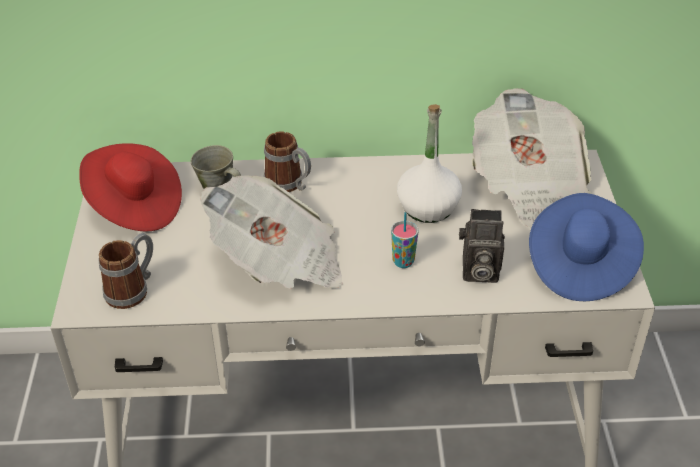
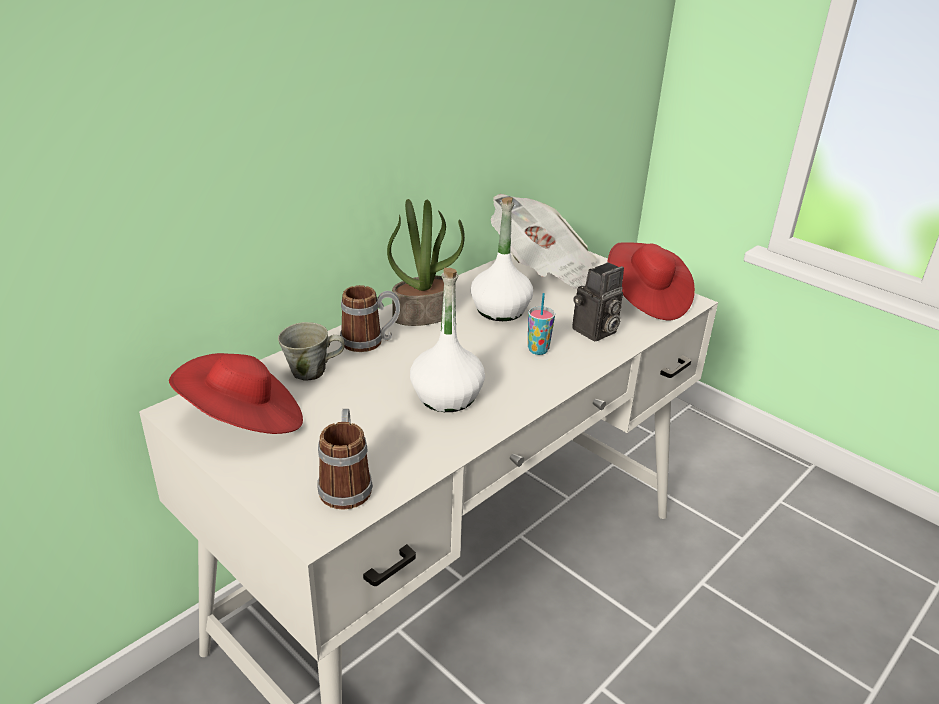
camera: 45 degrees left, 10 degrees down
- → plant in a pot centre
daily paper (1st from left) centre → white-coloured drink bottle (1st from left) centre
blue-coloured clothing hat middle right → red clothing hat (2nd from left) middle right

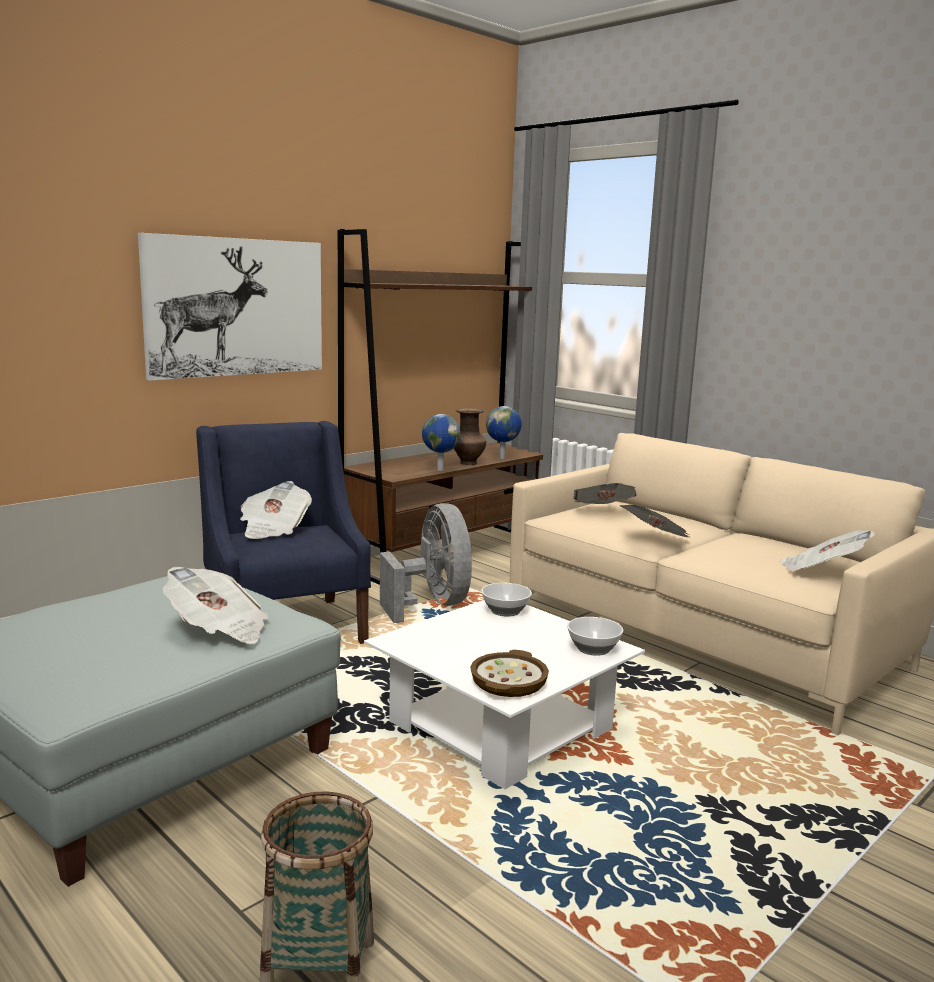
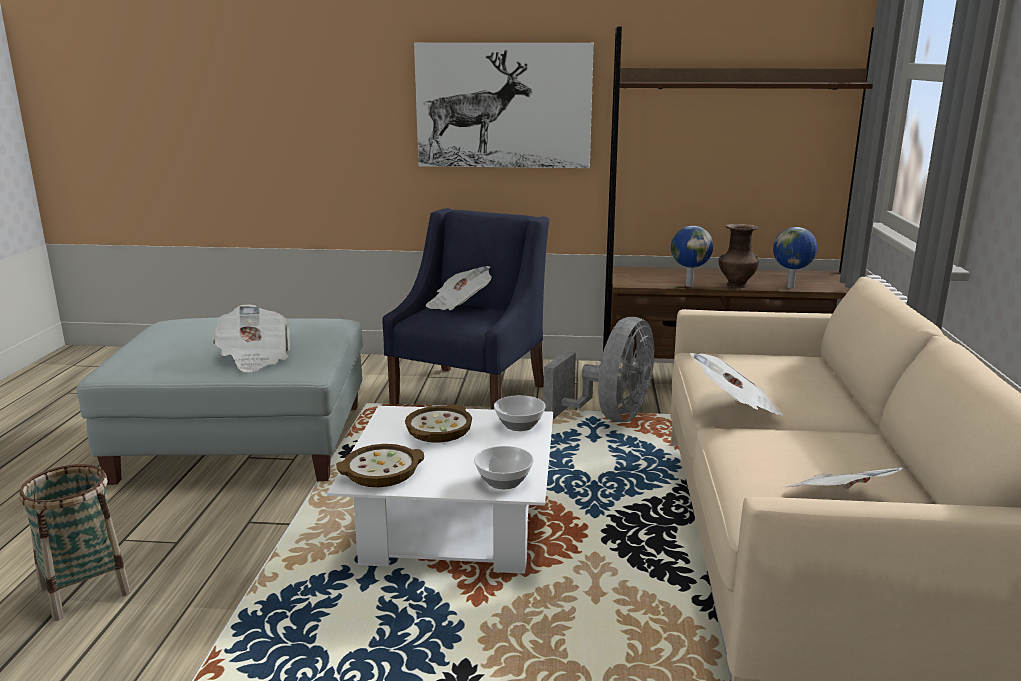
camera: 50 degrees right, 5 degrees up
daily paper (3rd from left) centre → -
- → bowl (2nd from left) centre

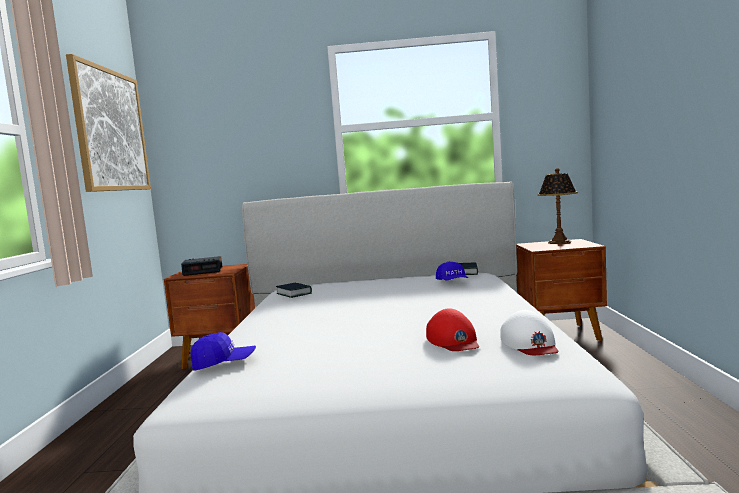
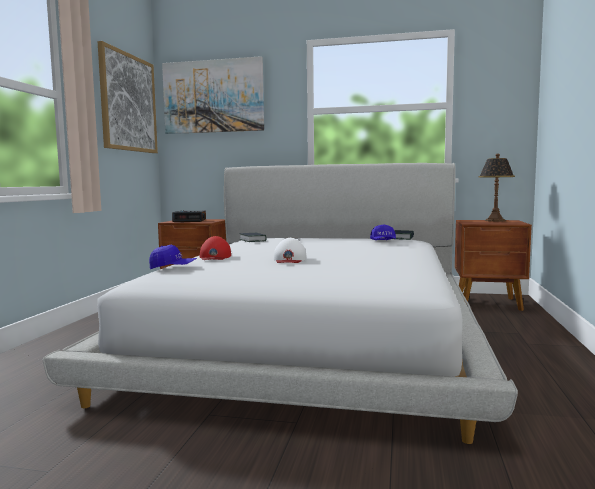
camera: 10 degrees right, 0 degrees up
- → wall art (2nd from left) top centre
red cap bottom centre → red cap centre, move
white-coloured cap bottom right → white-coloured cap centre, move

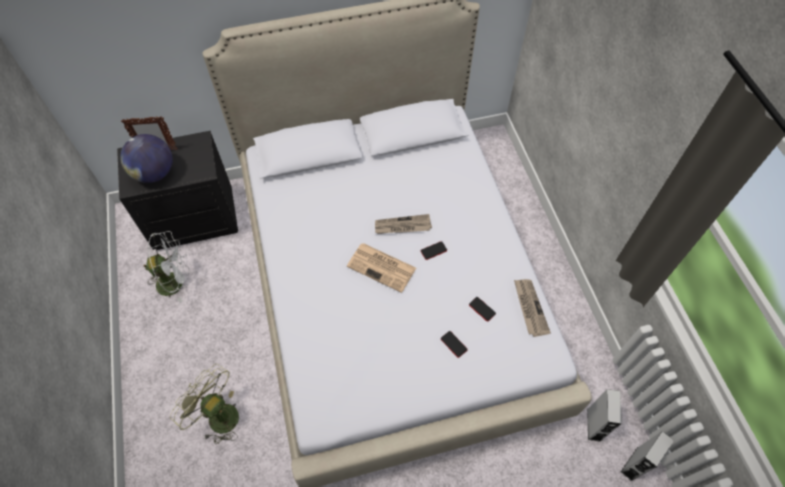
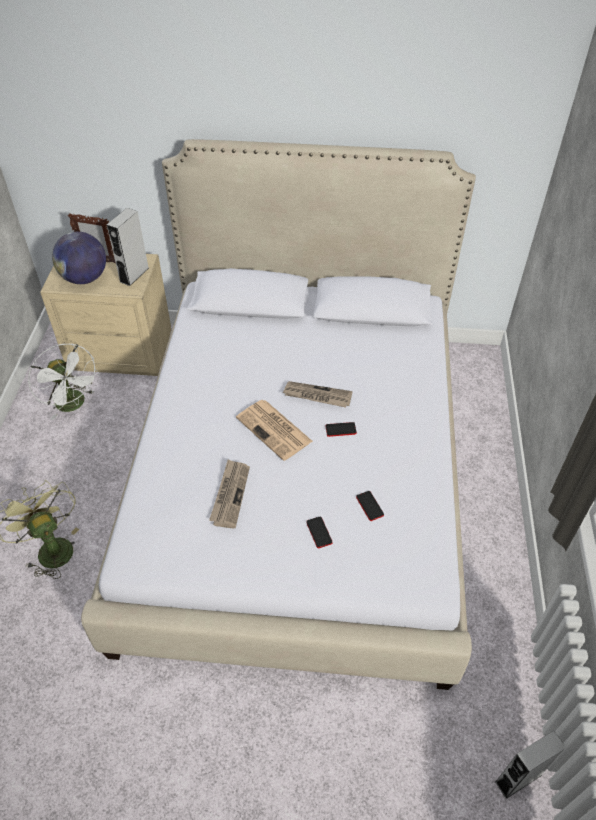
camera: 20 degrees right, 10 degrees down
daily paper (3rd from left in the first image) middle right → daily paper (1st from left) centre, move
gray audio speaker (1st from left) bottom right → gray audio speaker (1st from left) top left, move
black bedside table middle left → sand-coloured bedside table middle left
white-coloured cooling fan middle left, 45 degrees clockwise

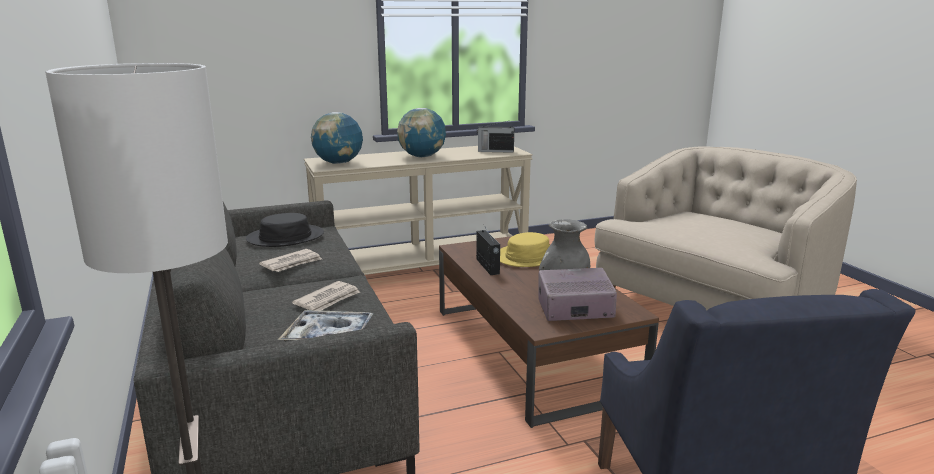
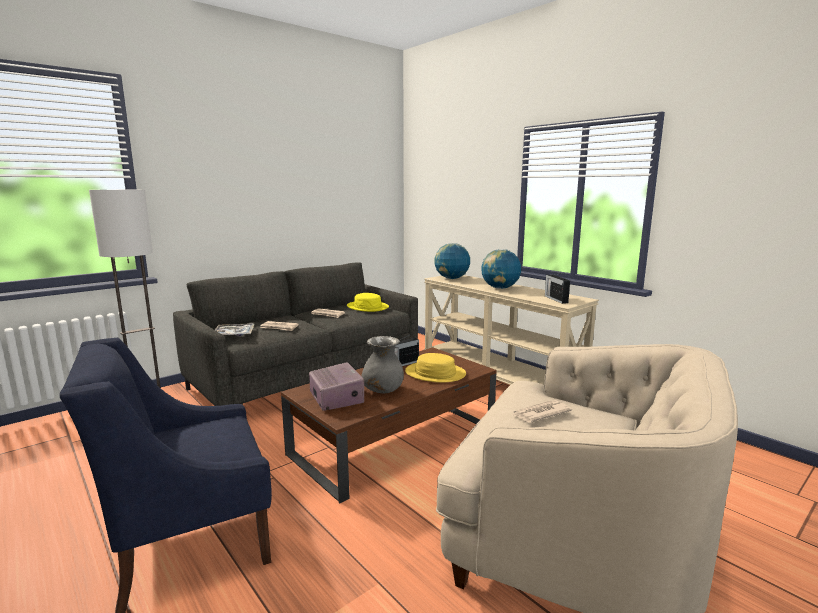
camera: 70 degrees right, 5 degrees down
- → daily paper (3rd from left) bottom centre
black clothing hat middle left → yellow clothing hat (1st from left) centre

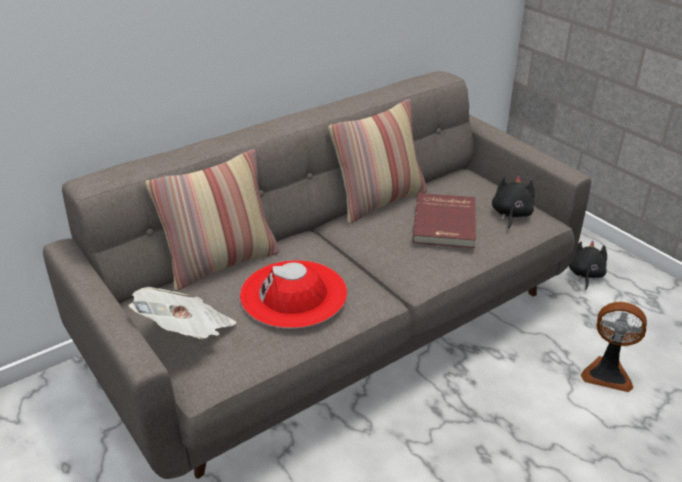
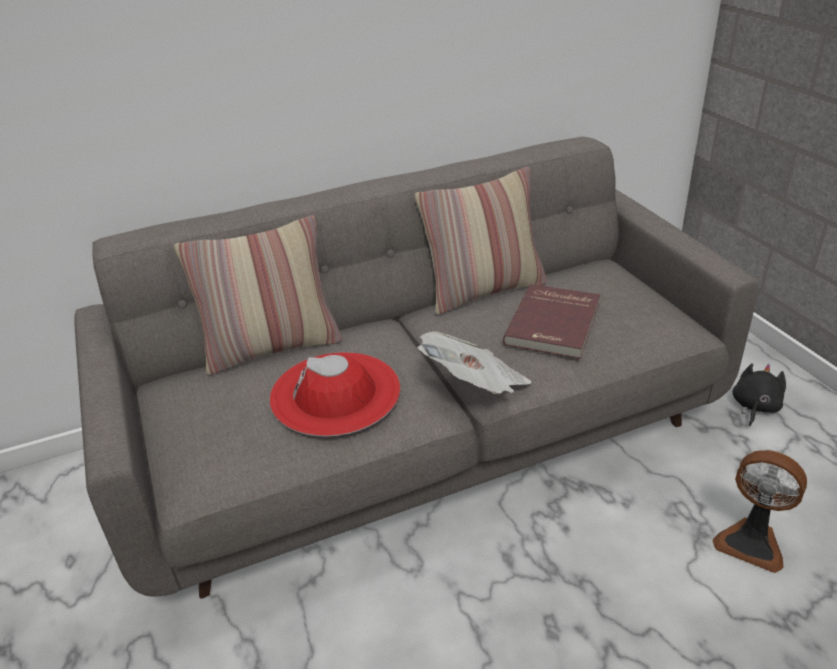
camera: 15 degrees right, 0 degrees up
black cuddly toy (1st from left) middle right → -
daily paper middle left → daily paper centre, move

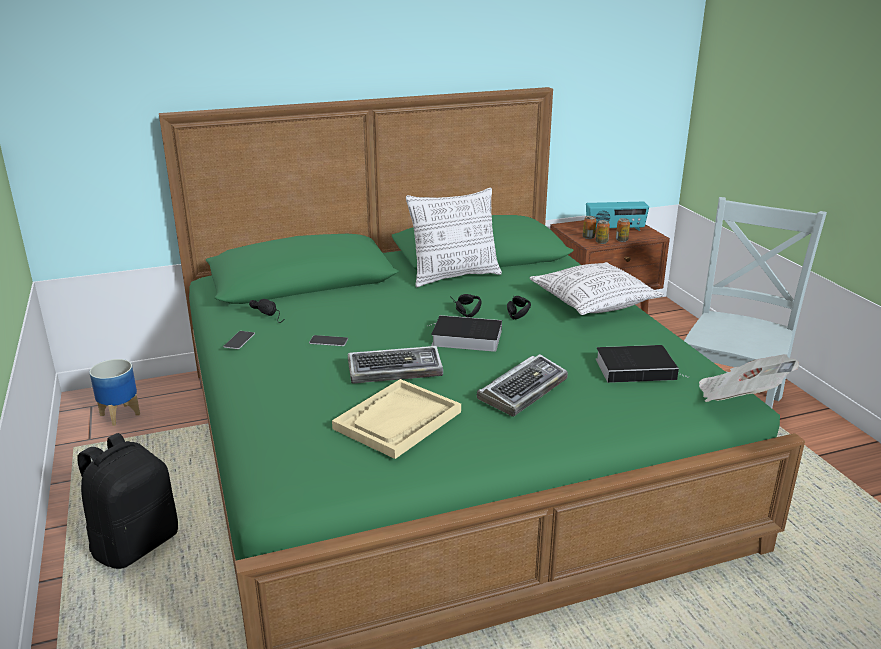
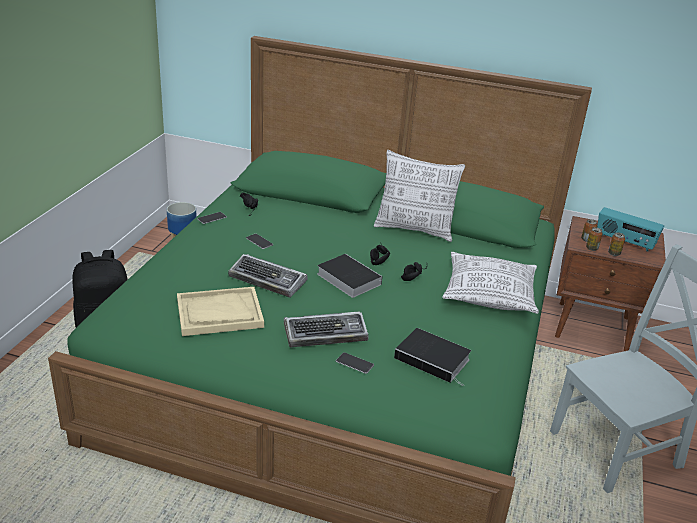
camera: 35 degrees right, 5 degrees up
daily paper middle right → -
- → handset (3rd from left) bottom centre

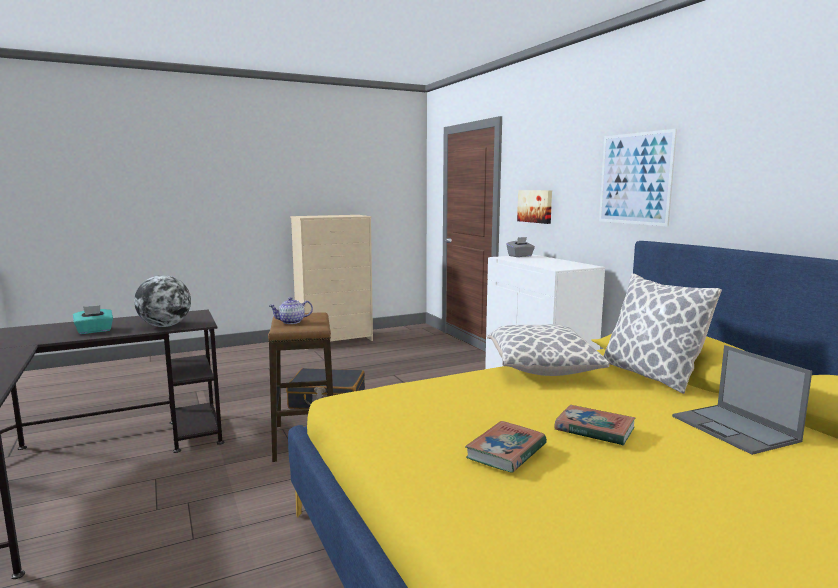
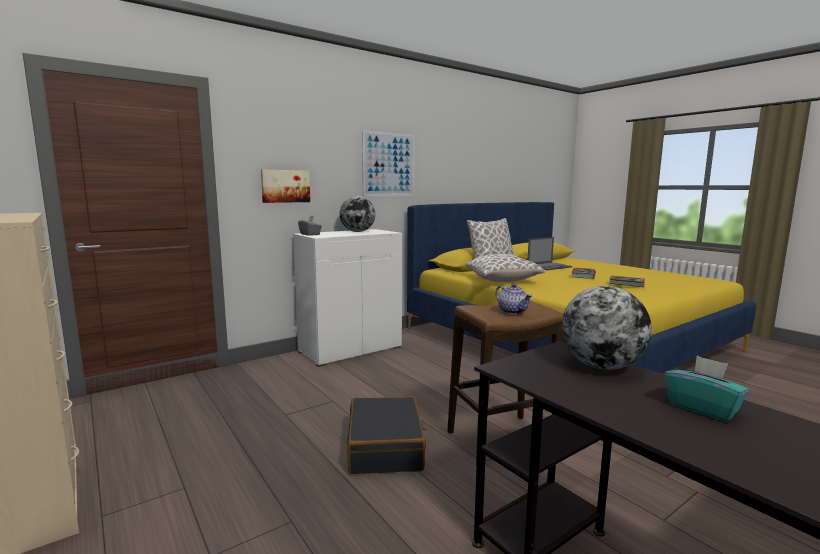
camera: 100 degrees left, 0 degrees up
- → world globe (1st from left) centre

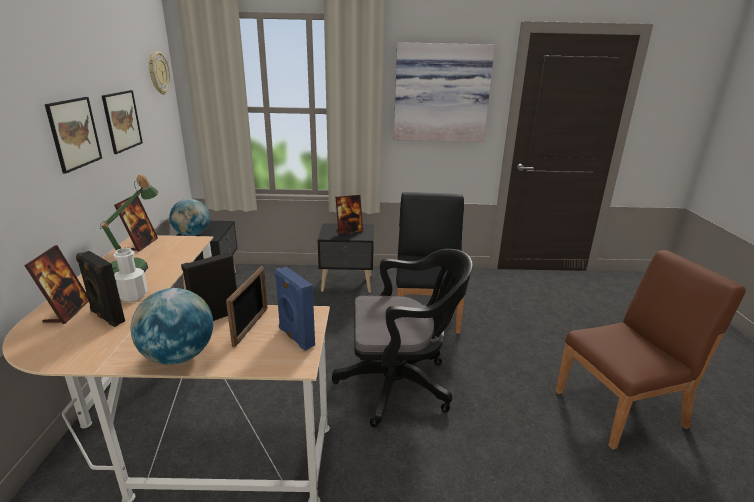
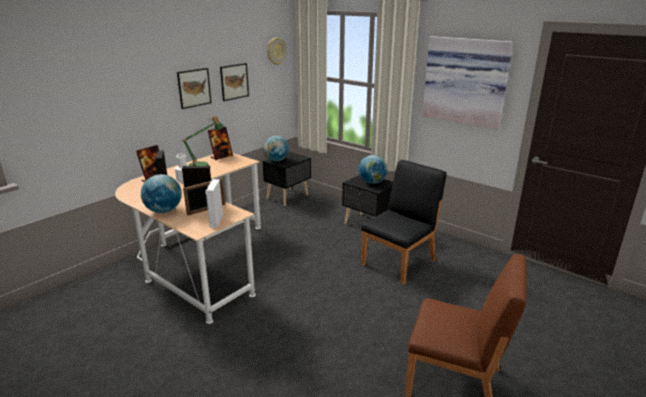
camera: 40 degrees right, 0 degrees up
black office chair bottom centre → -
picture frame (4th from left) centre → world globe (3rd from left) centre
blue-coloured audio speaker centre → white-coloured audio speaker middle left

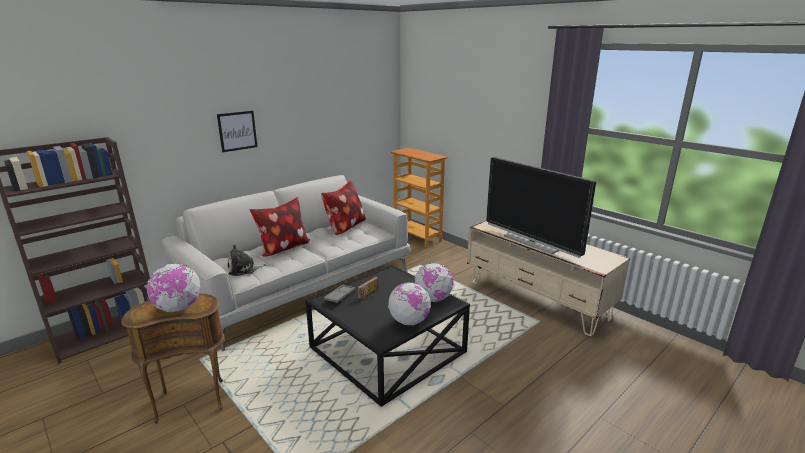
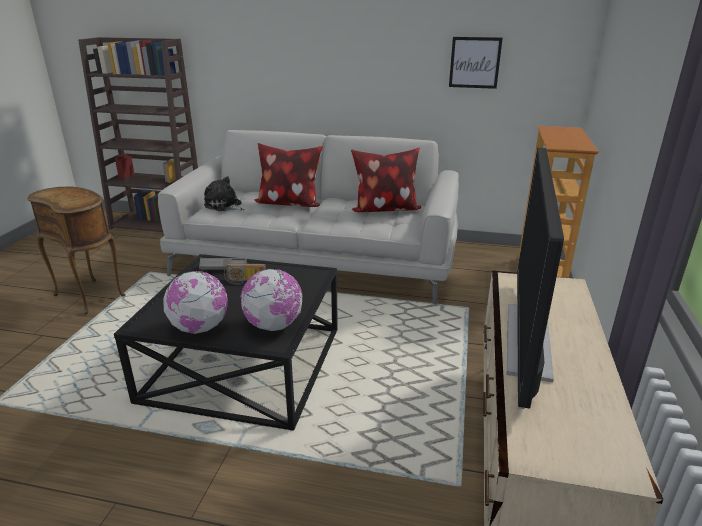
camera: 55 degrees right, 5 degrees up
world globe (1st from left) middle left → -
wall art top left → wall art top right, move

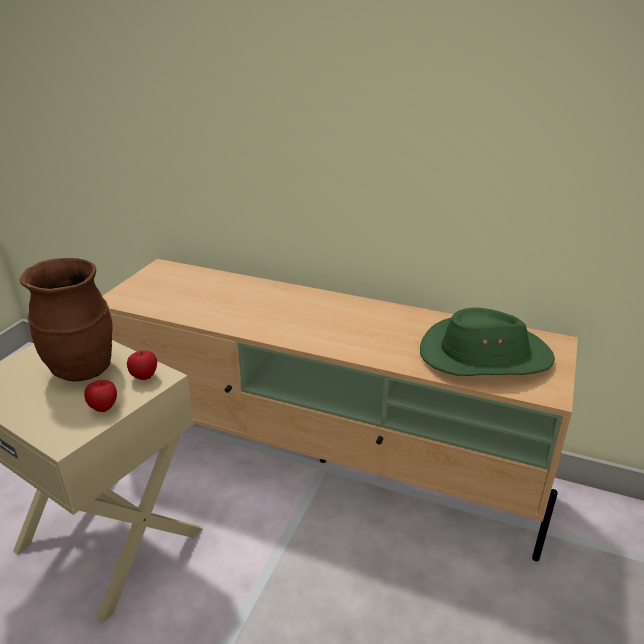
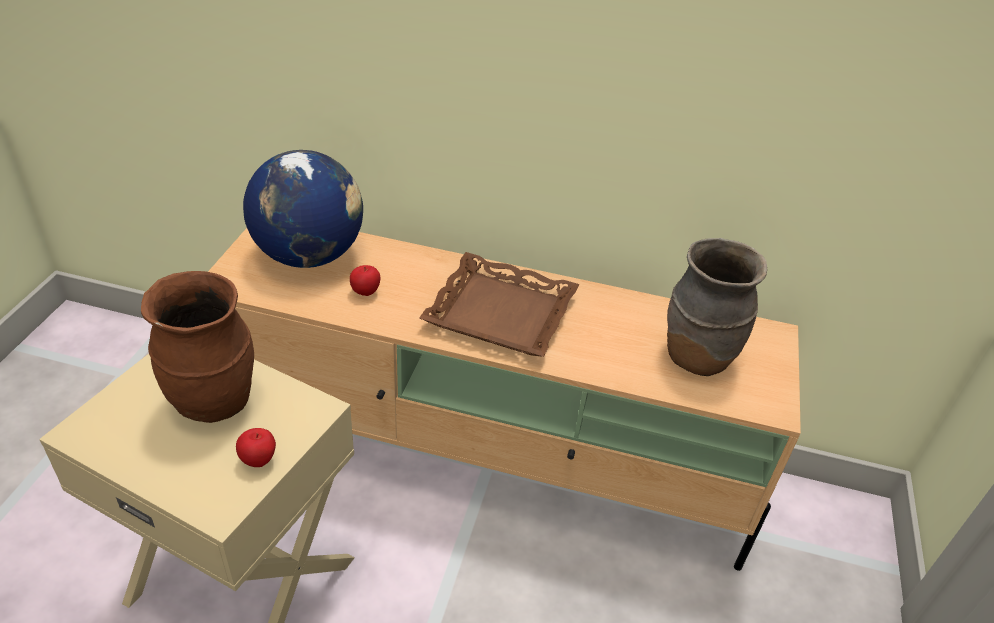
camera: 10 degrees left, 10 degrees up
- → world globe middle left
- → brown-coloured tray centre
apple (2nd from left) middle left → apple (2nd from left) centre, move
greenish clothing hat middle right → brown-coloured decorative vase (2nd from left) middle right

